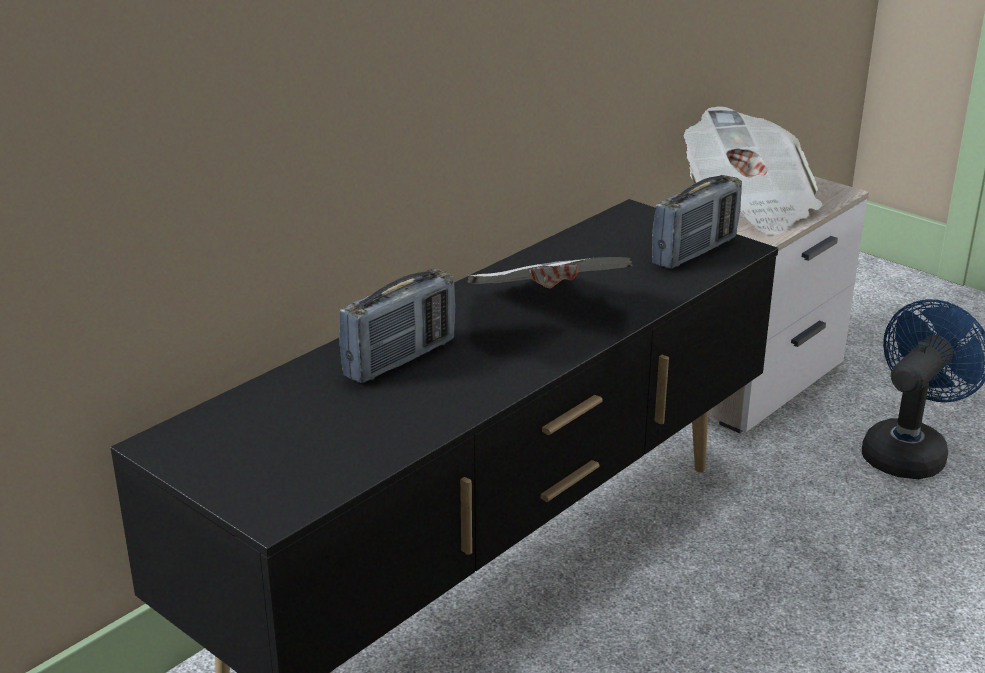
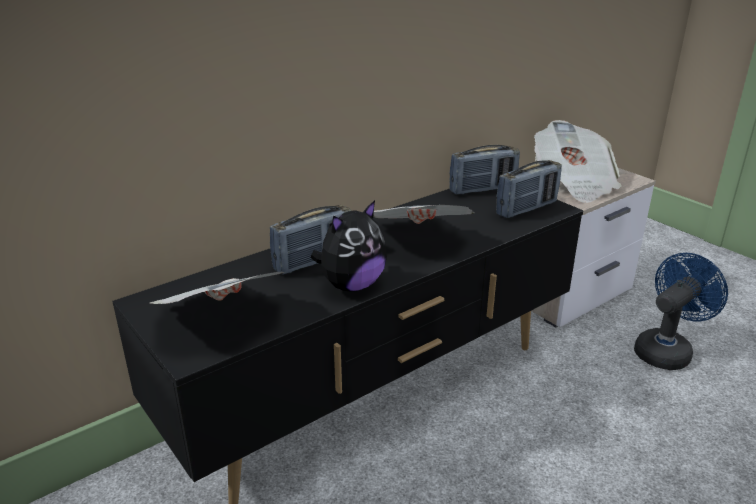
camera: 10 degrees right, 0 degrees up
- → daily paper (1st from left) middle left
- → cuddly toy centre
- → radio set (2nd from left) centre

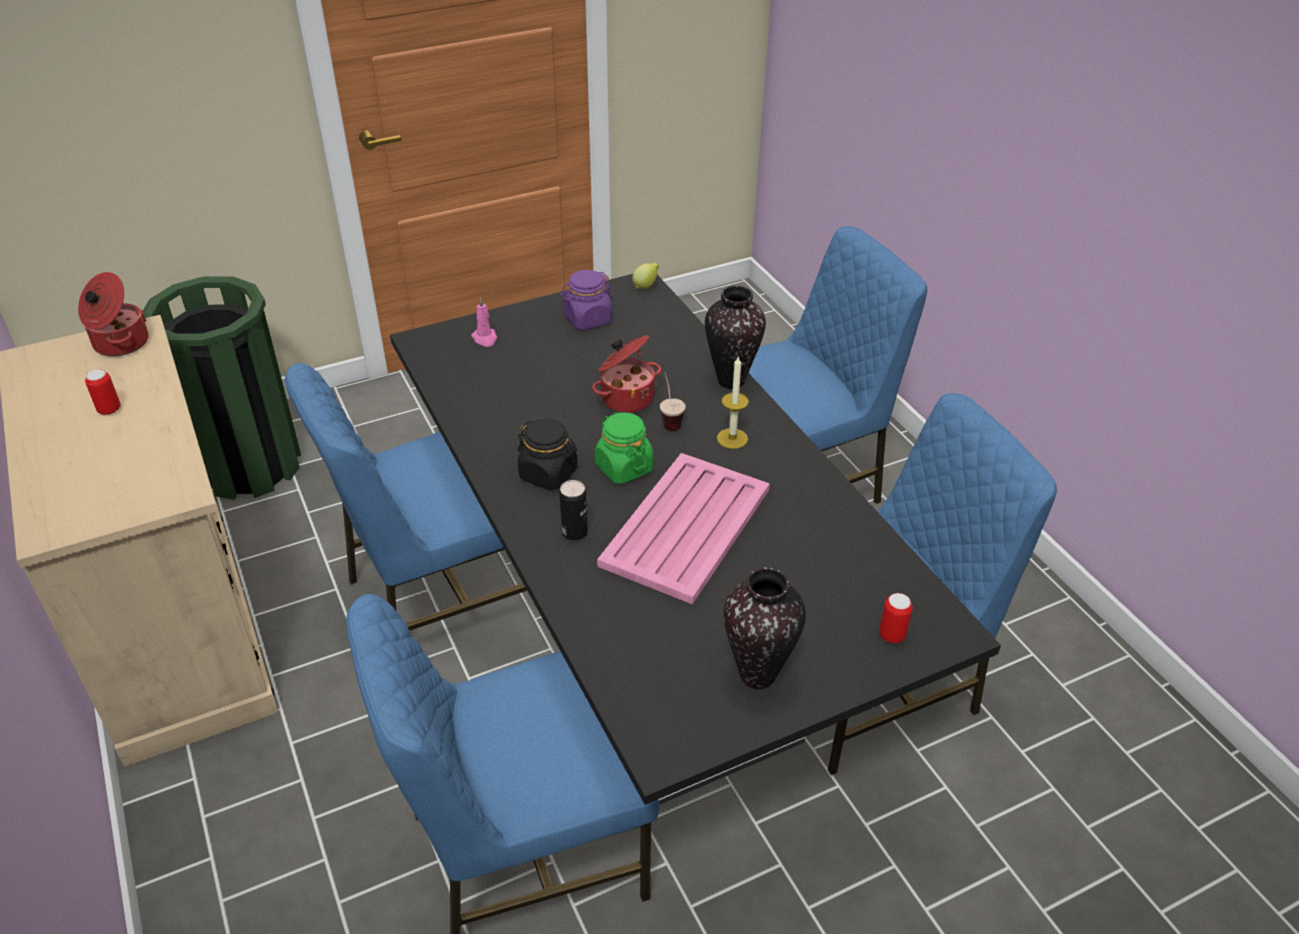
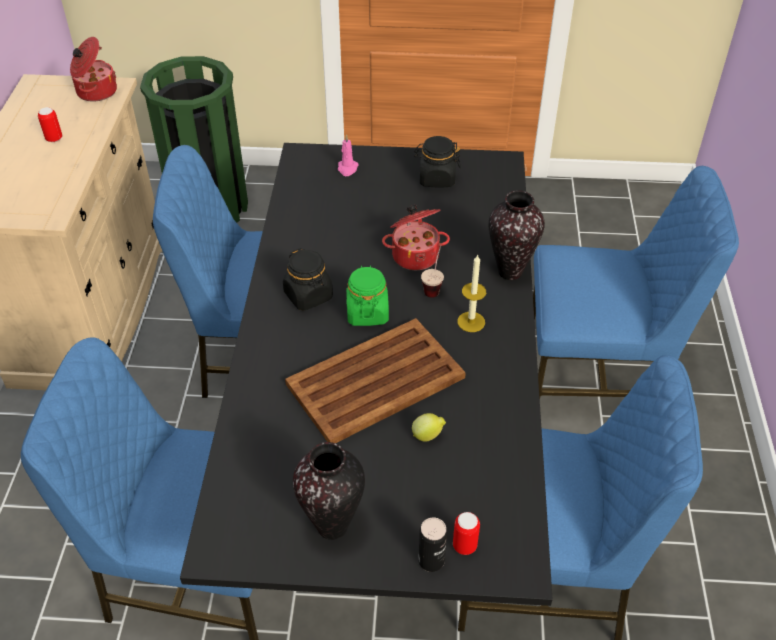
camera: 30 degrees right, 5 degrees up
can (2nd from left) centre → can (2nd from left) bottom centre, move
lemon top centre → lemon bottom centre, move
purple-coloured storage jar top centre → black storage jar (2nd from left) top centre
pink tray centre → brown-coloured tray centre

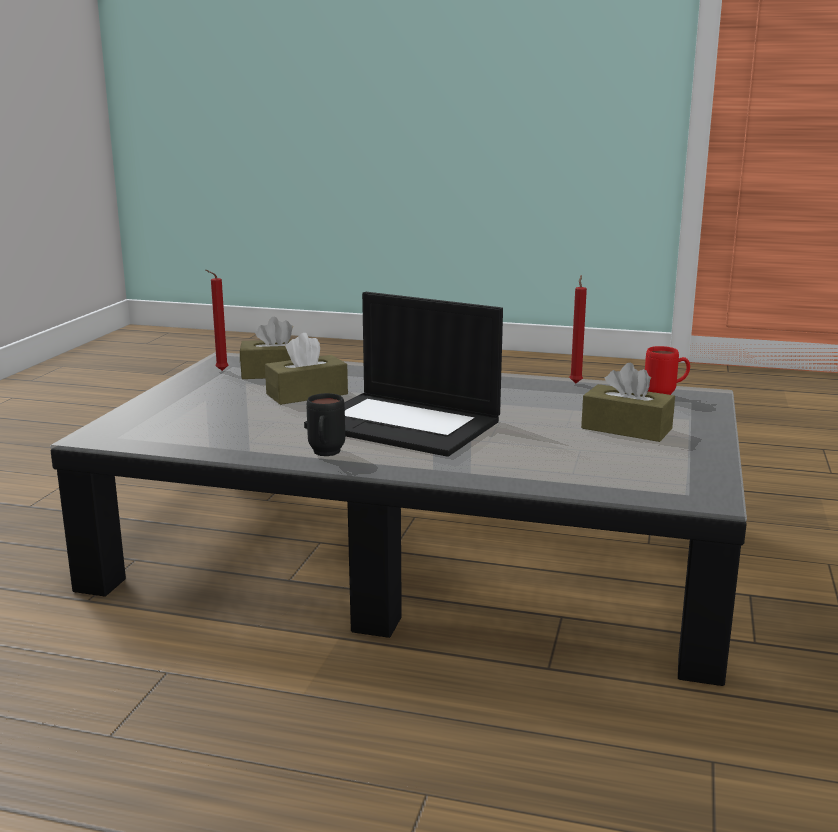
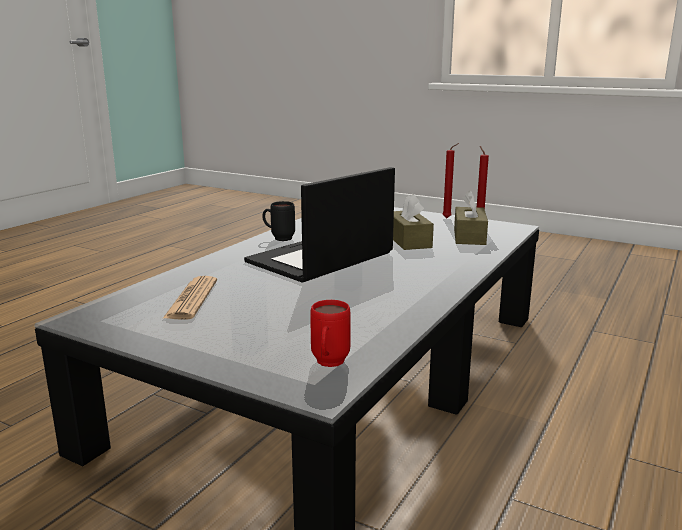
camera: 105 degrees right, 0 degrees up
brown-coloured tissue box (3rd from left) middle right → -
- → daily paper middle left
red wax candle (2nd from left in the first image) middle right → red wax candle (1st from left) centre, move

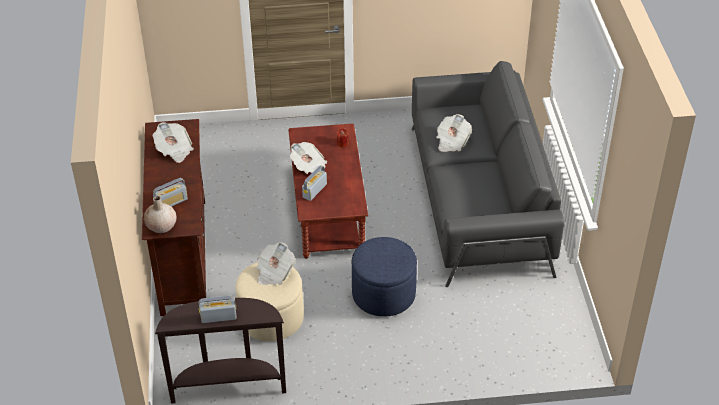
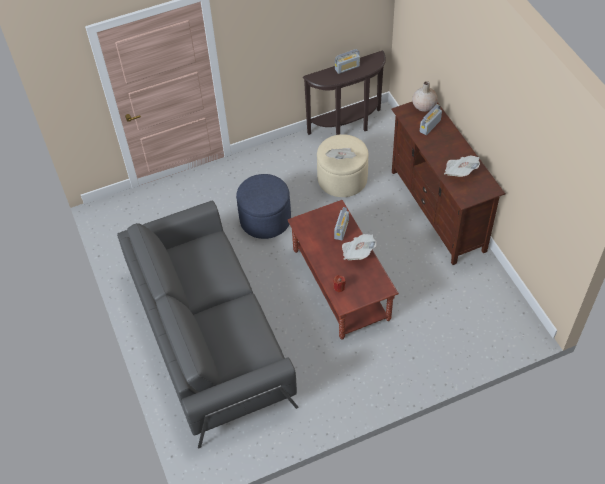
camera: 165 degrees right, 10 degrees up
daily paper (4th from left) top centre → -

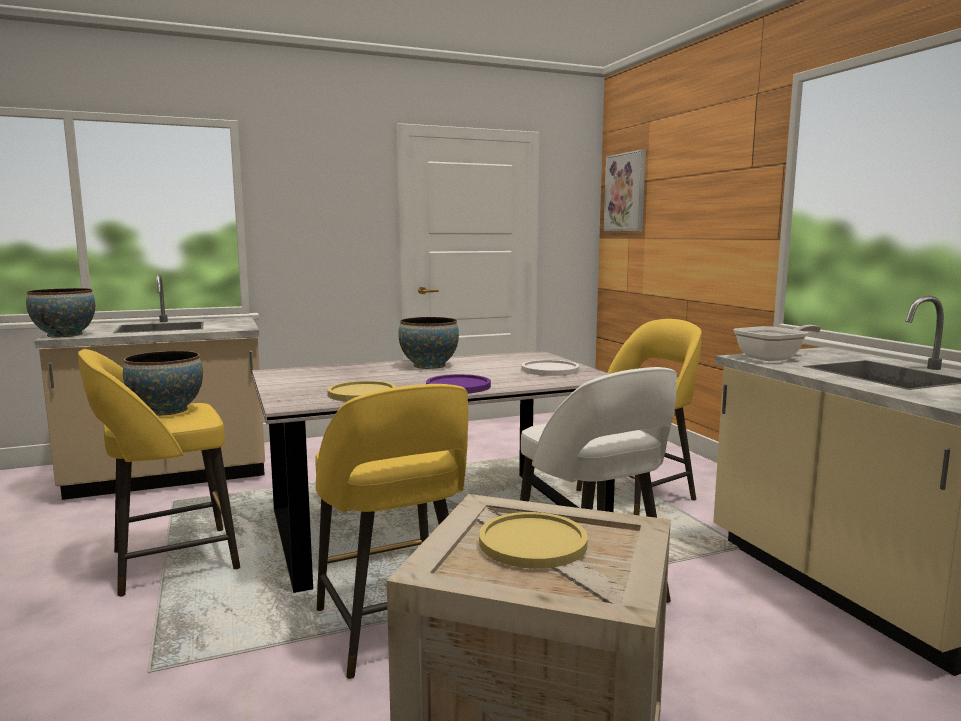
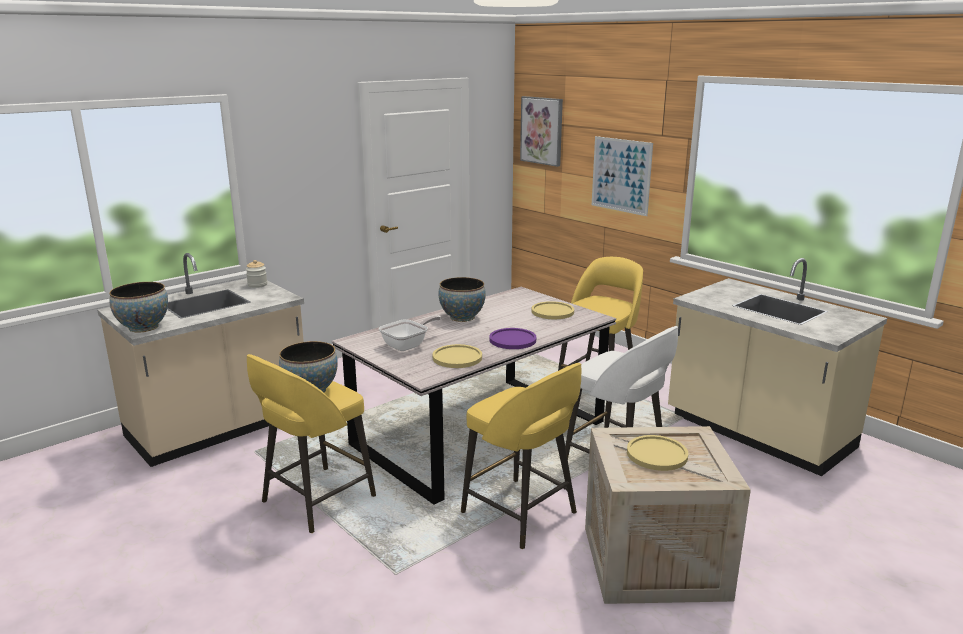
camera: 20 degrees left, 10 degrees up
- → storage jar middle left
- → wall art (2nd from left) top centre
skillet middle right → skillet centre, move
white-coloured dinner plate centre → yellow dinner plate (2nd from left) centre

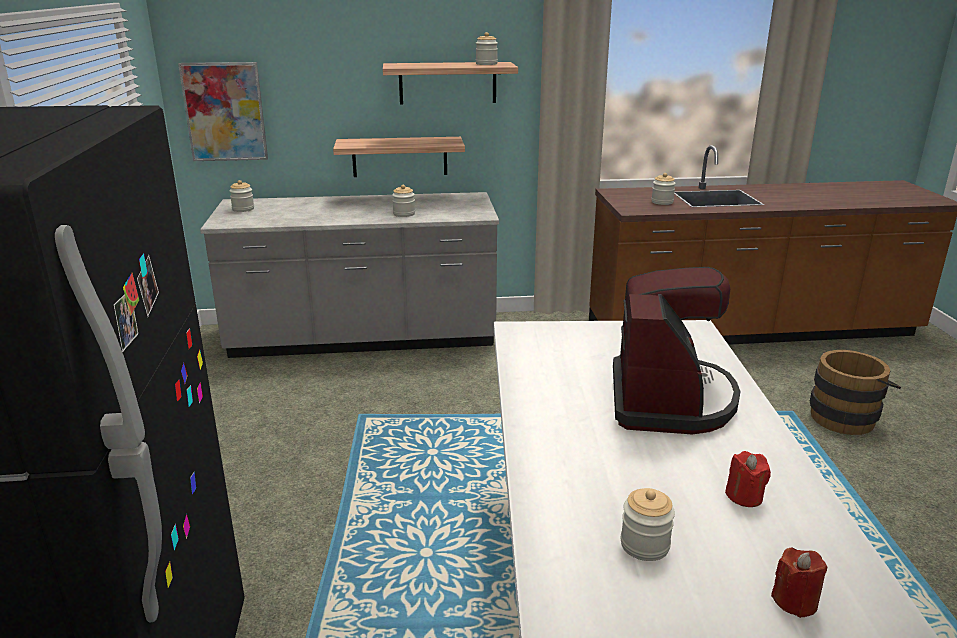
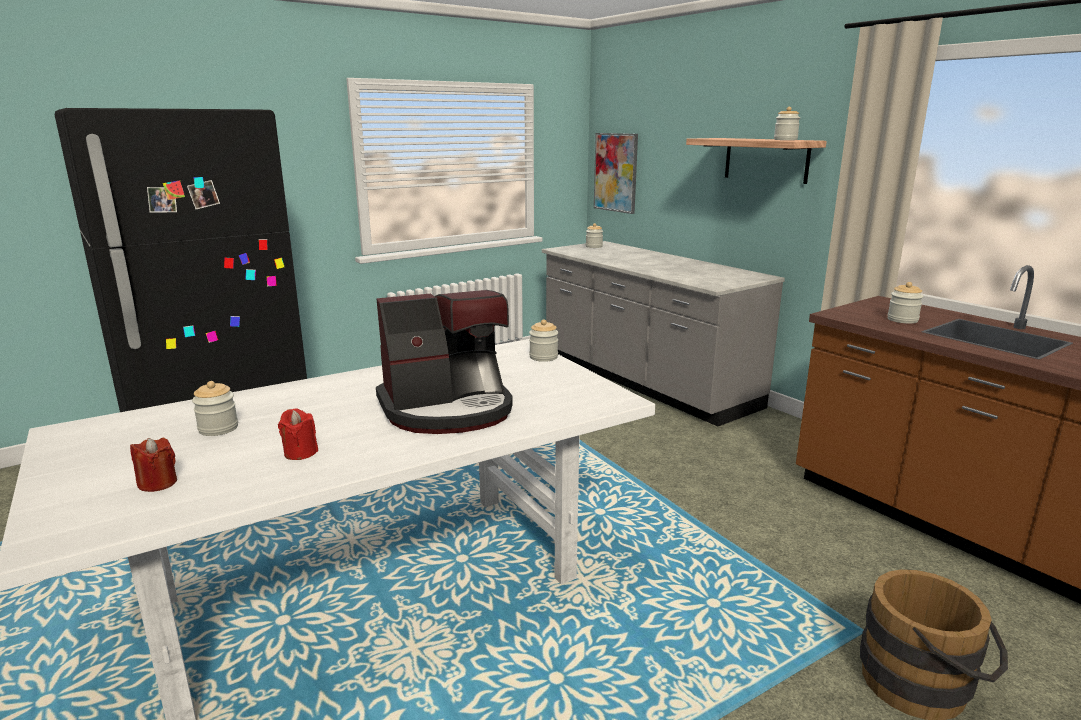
camera: 60 degrees right, 5 degrees down
bracket shelf (1st from left) top centre → -
storage jar (2nd from left) top centre → storage jar (2nd from left) centre, move

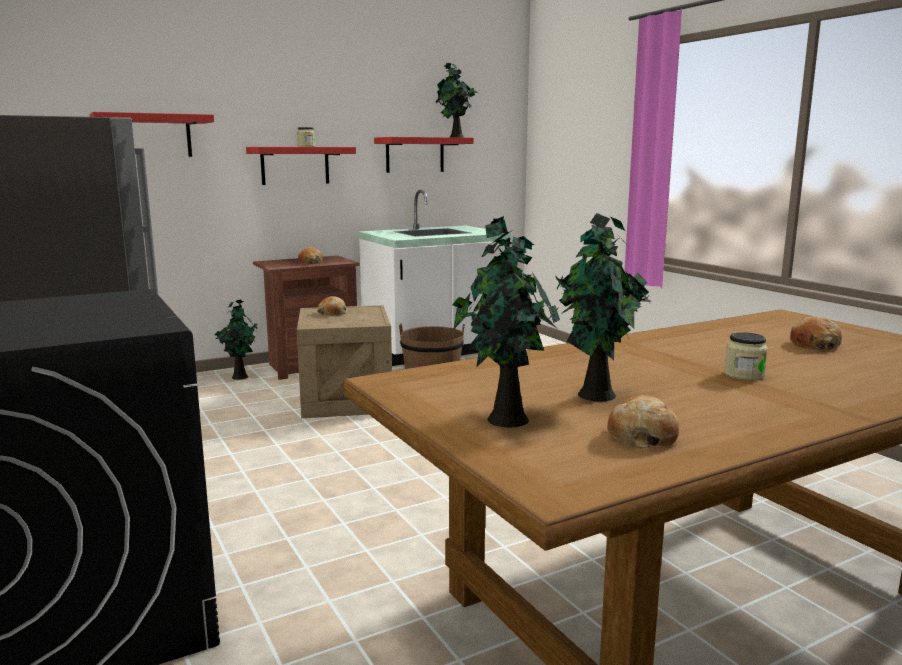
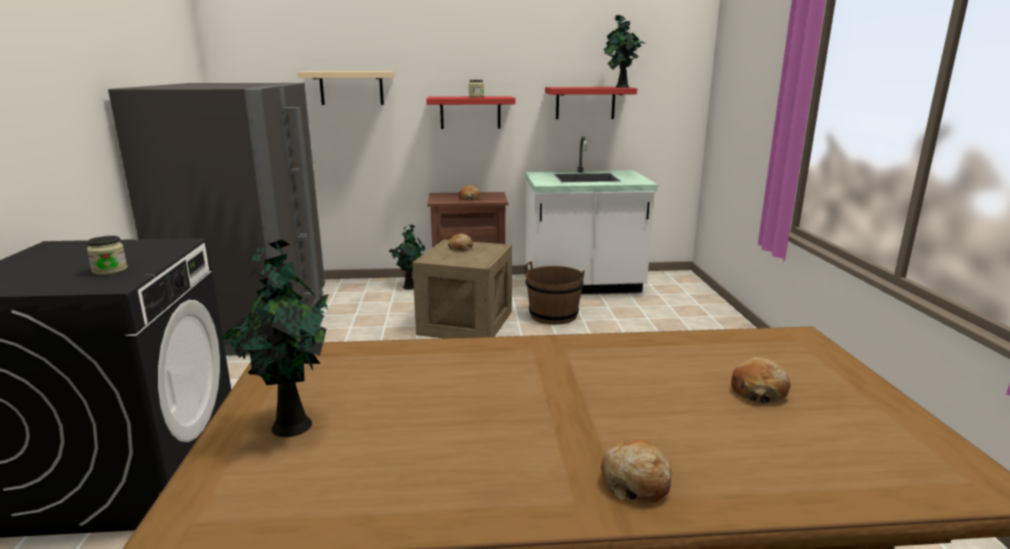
camera: 25 degrees right, 5 degrees up
plant in a pot (4th from left) middle right → -
bakery bread (3rd from left) middle right → bakery bread (3rd from left) bottom centre, move
storage jar (2nd from left in the first image) middle right → storage jar (1st from left) middle left, move
red bracket shelf (1st from left) top left → sand-coloured bracket shelf top centre

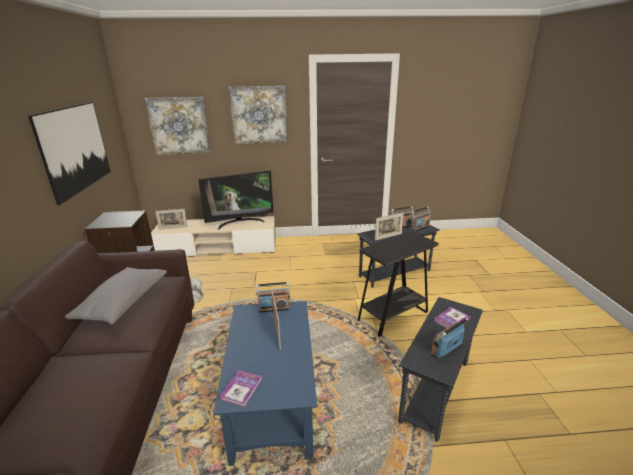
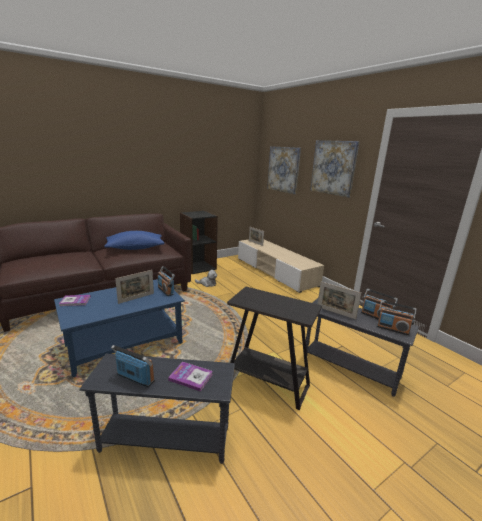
camera: 60 degrees right, 5 degrees down
wall art (1st from left) top left → -
television centre → -
gray cushion middle left → blue-coloured cushion middle left

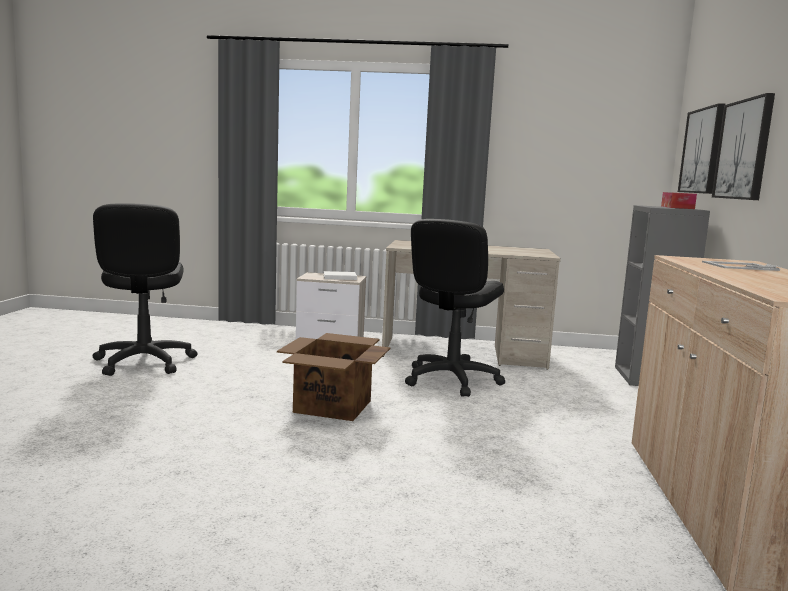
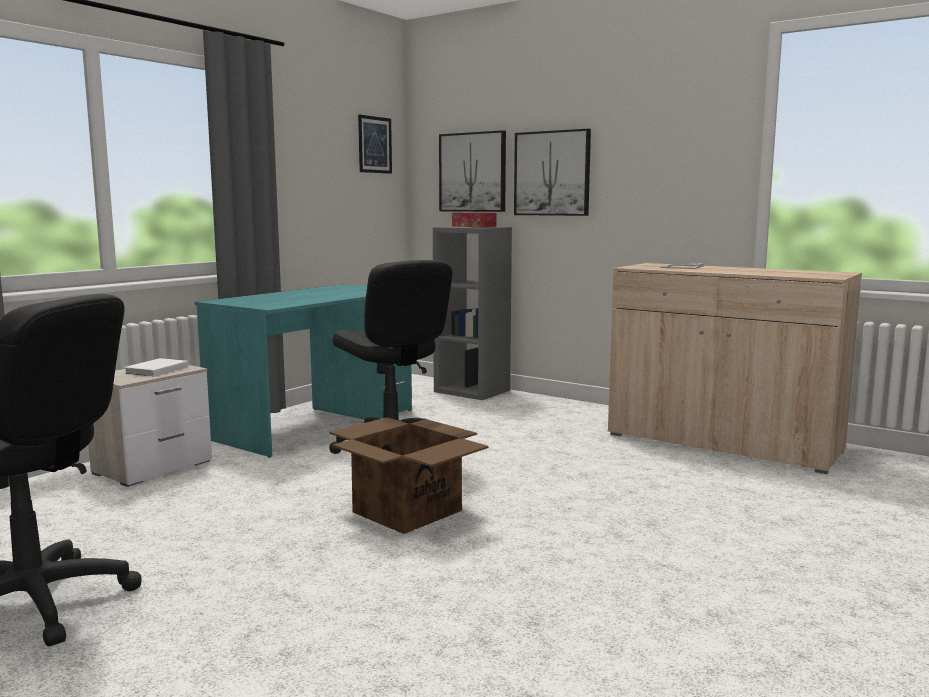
camera: 60 degrees left, 0 degrees up
- → wall art (1st from left) top centre
sand-coloured desk table centre → blue-green desk table middle left

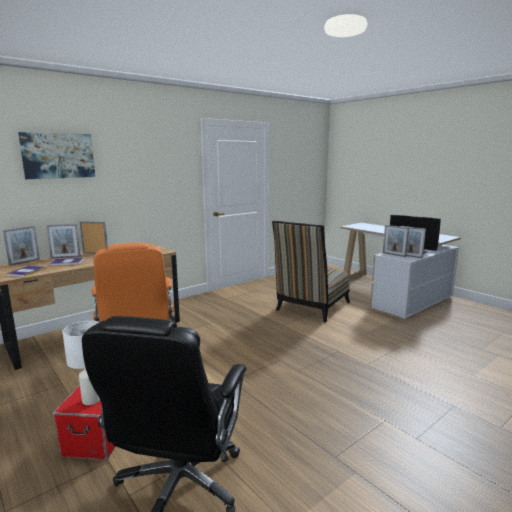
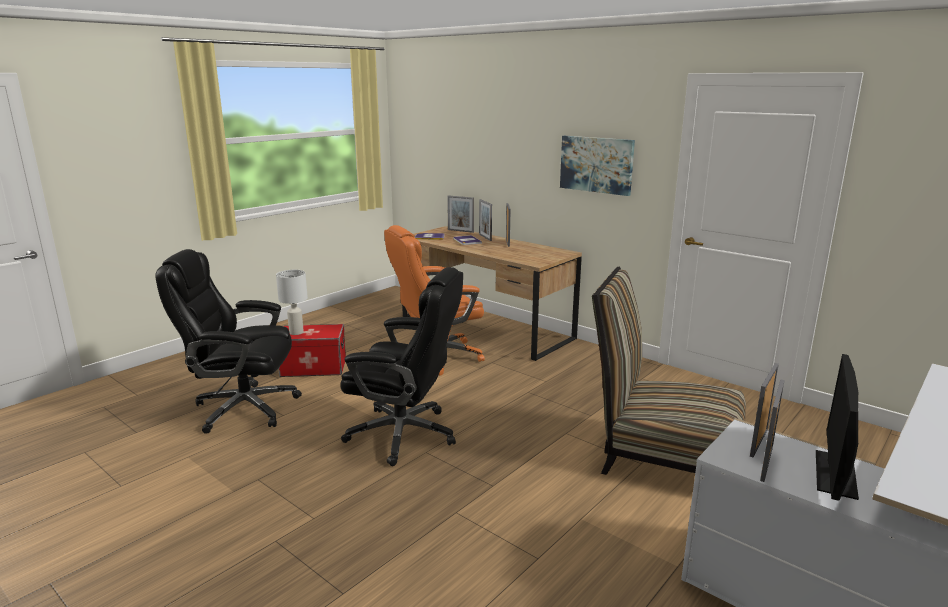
camera: 80 degrees right, 5 degrees up
- → black office chair (2nd from left) centre
wall art top left → wall art top centre, move

